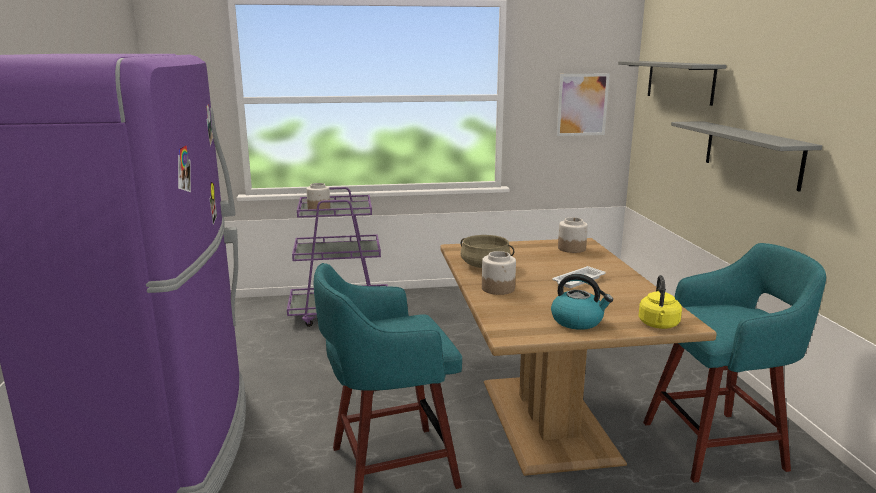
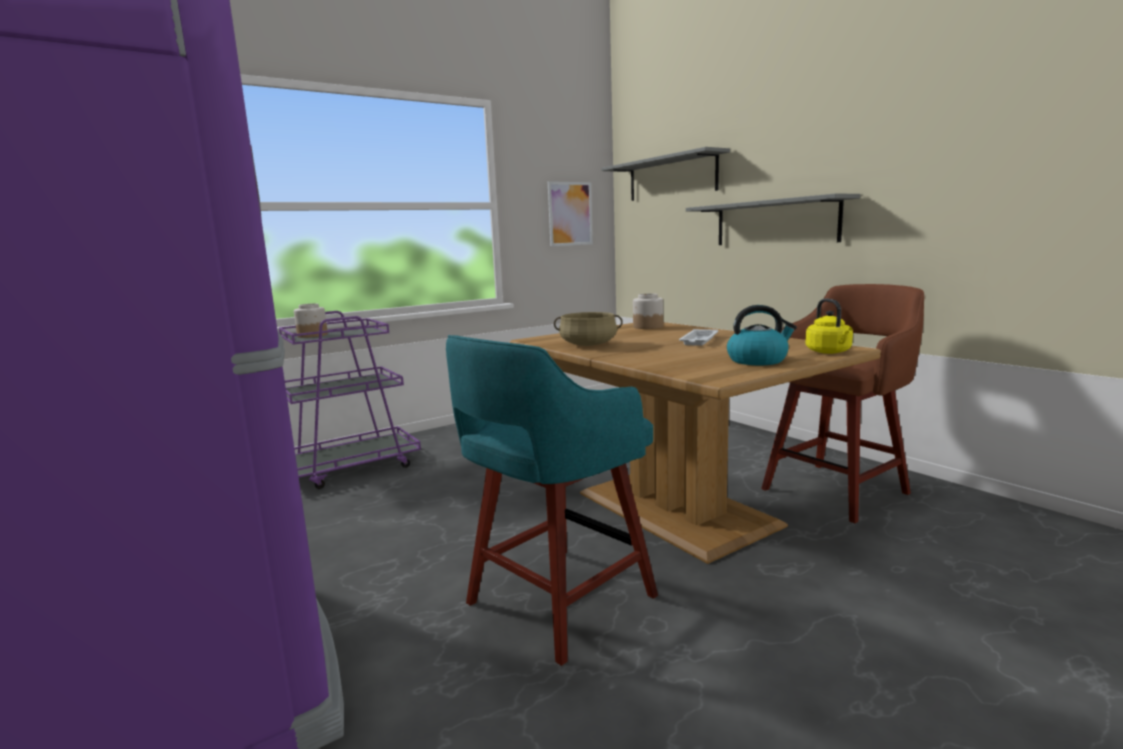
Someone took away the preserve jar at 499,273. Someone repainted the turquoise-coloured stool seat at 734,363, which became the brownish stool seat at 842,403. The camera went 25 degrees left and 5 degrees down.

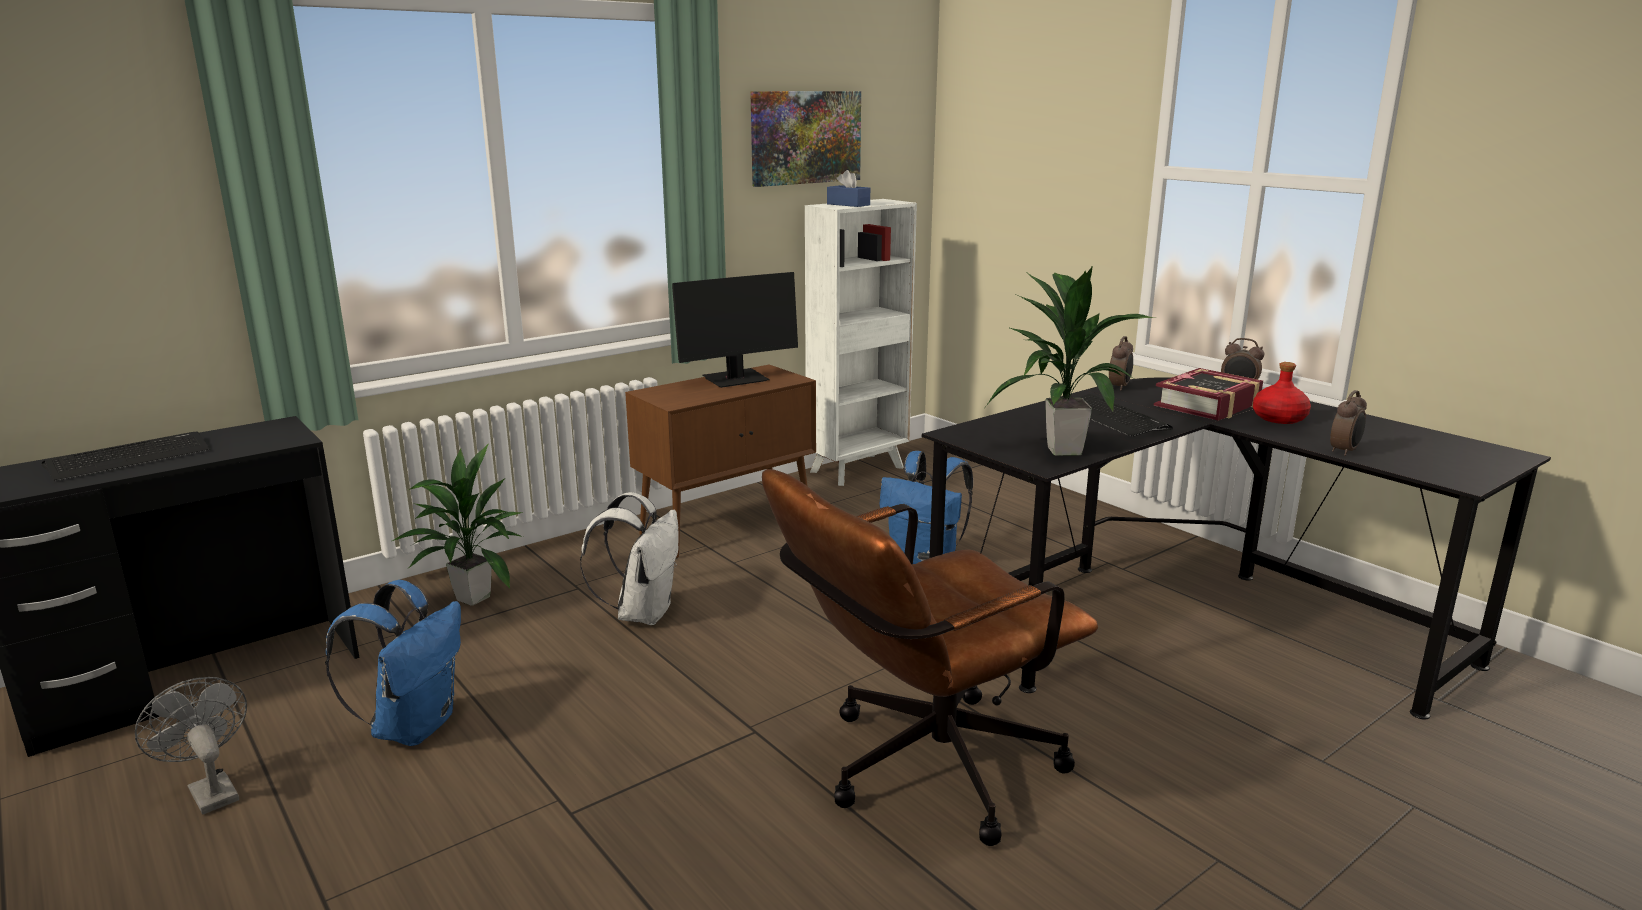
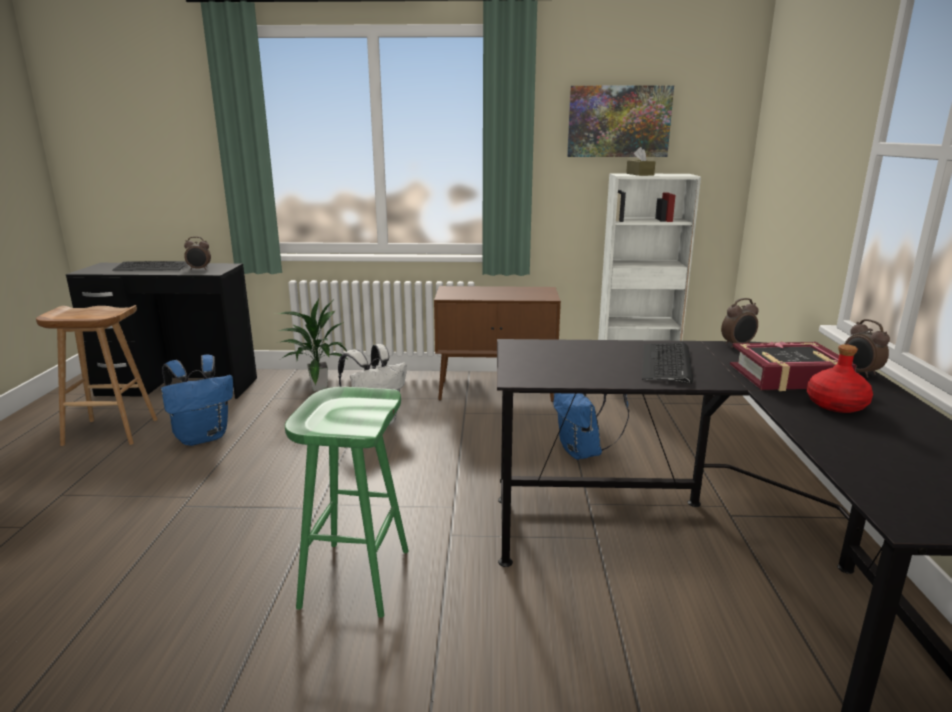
Someone swapped the grey electric fan at 191,746 for the brownish stool seat at 97,375. Someone took away the computer display at 735,330. Someone swapped the brownish computer chair at 930,657 for the greenish stool seat at 347,502. Someone repainted the bluish tissue box at 848,188, which became the brownish tissue box at 640,161. Someone took away the potted plant at 1070,360. Someone carried the bedside clock from 1348,423 to 197,253. The camera went 40 degrees right and 0 degrees up.

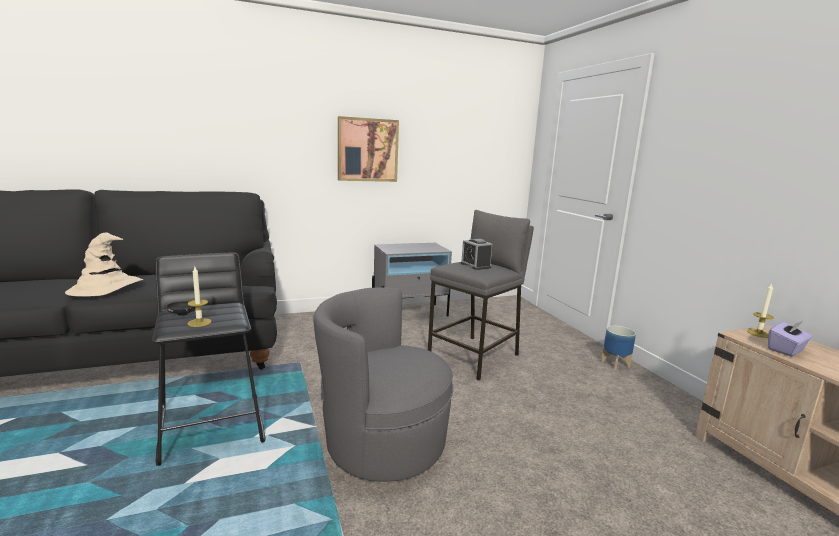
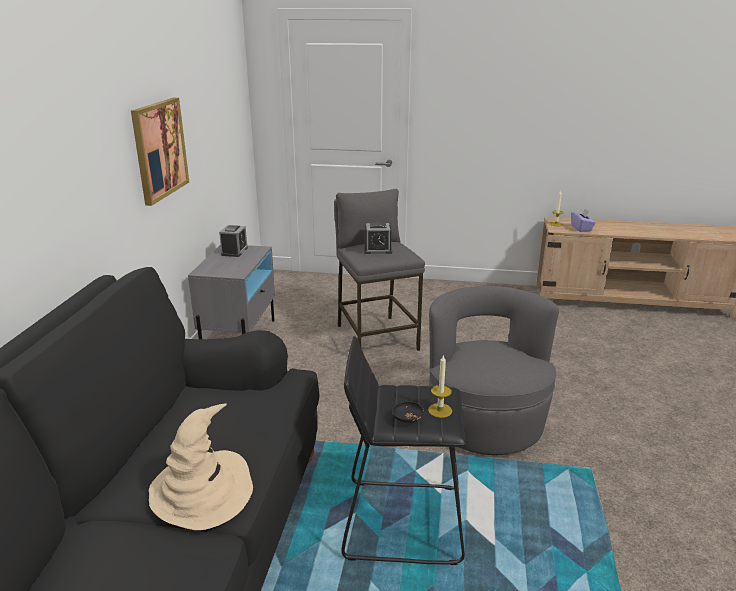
Someone rotated the grey lounge chair at 383,384 by 135 degrees clockwise. Someone took away the planter at 618,347. Someone put down the bedside clock at 233,241. The camera went 60 degrees left and 10 degrees up.

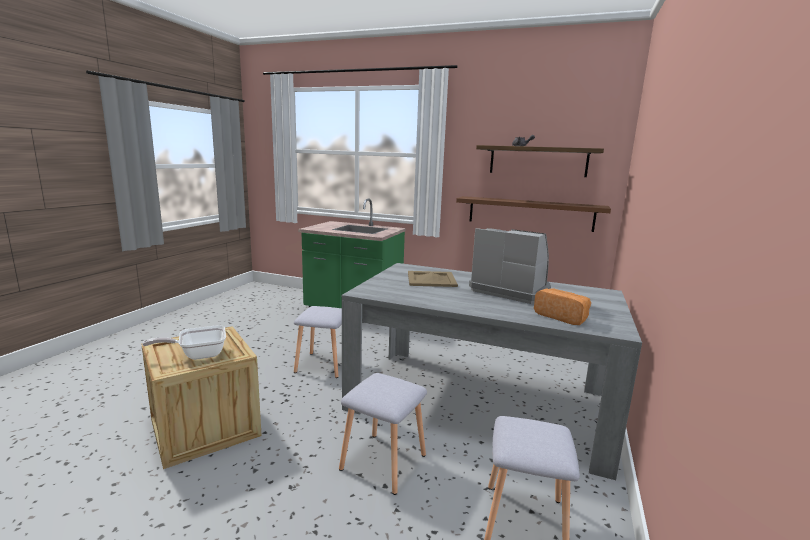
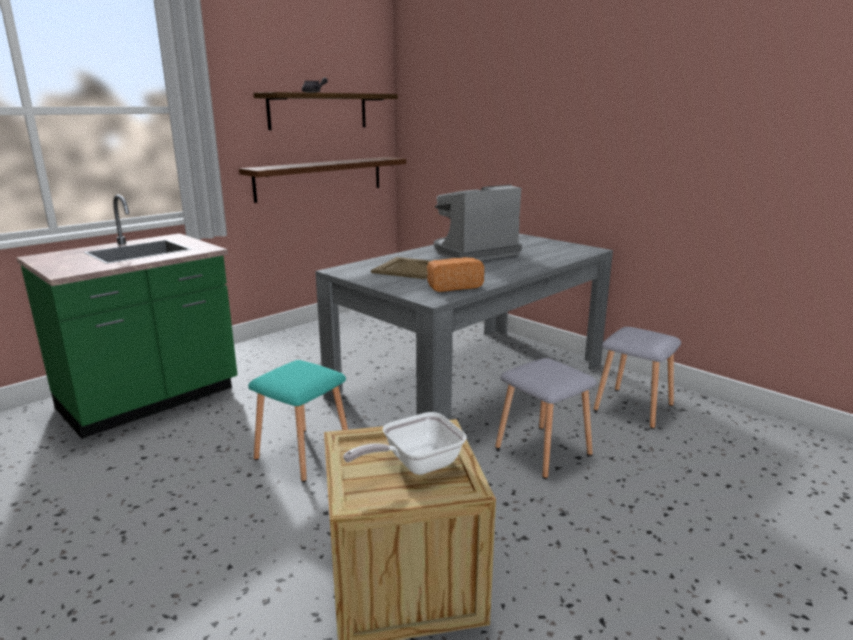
Someone rotated the skillet at 184,342 by 60 degrees clockwise. Someone repainted the grey stool seat at 318,342, which became the turquoise-coloured stool seat at 298,421. Someone carried the bakery bread from 562,306 to 455,274. The camera went 65 degrees left and 5 degrees up.

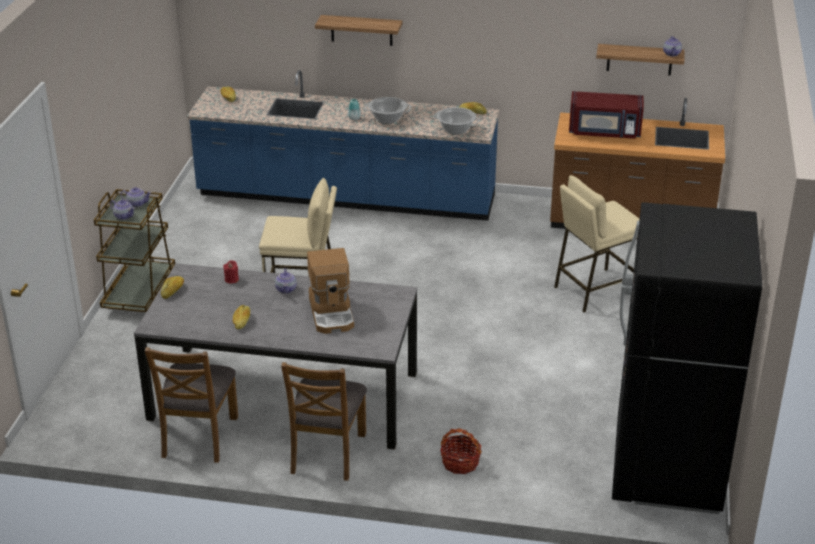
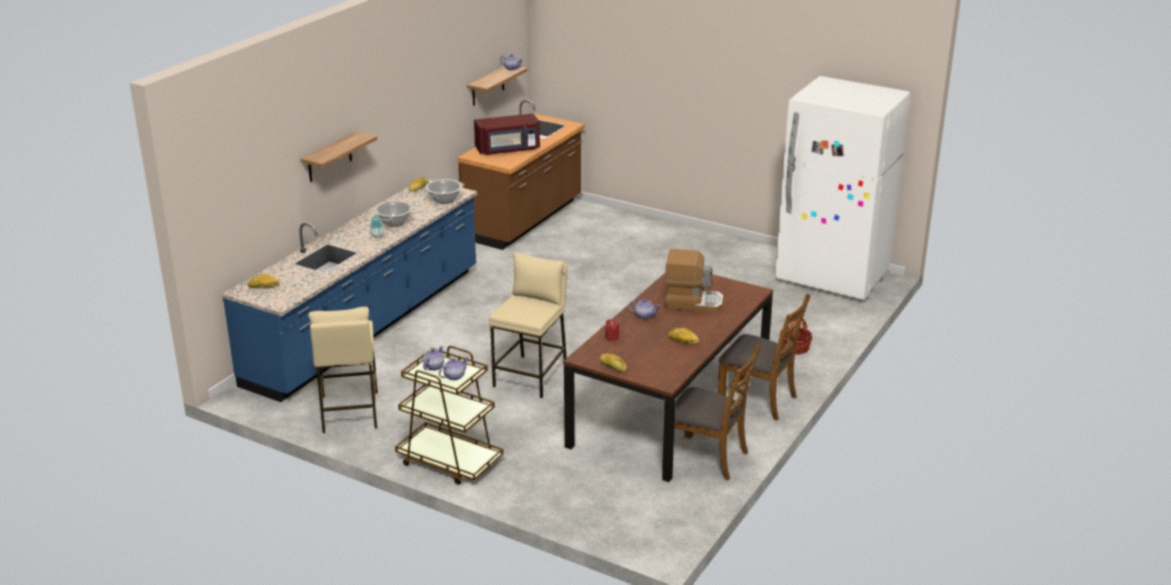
Someone repainted the grey dining table at 275,356, which became the brownish dining table at 668,377. Someone carried the sand-coloured stool seat from 596,244 to 343,370. Someone rotated the red microwave at 606,115 by 45 degrees clockwise. Someone repainted the black-coloured refrigerator at 687,358, which became the white refrigerator at 842,188. The camera went 70 degrees left and 5 degrees down.

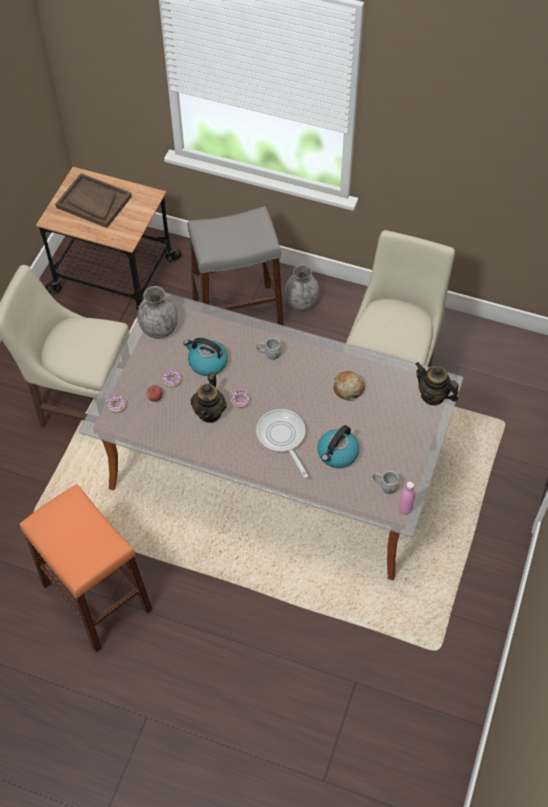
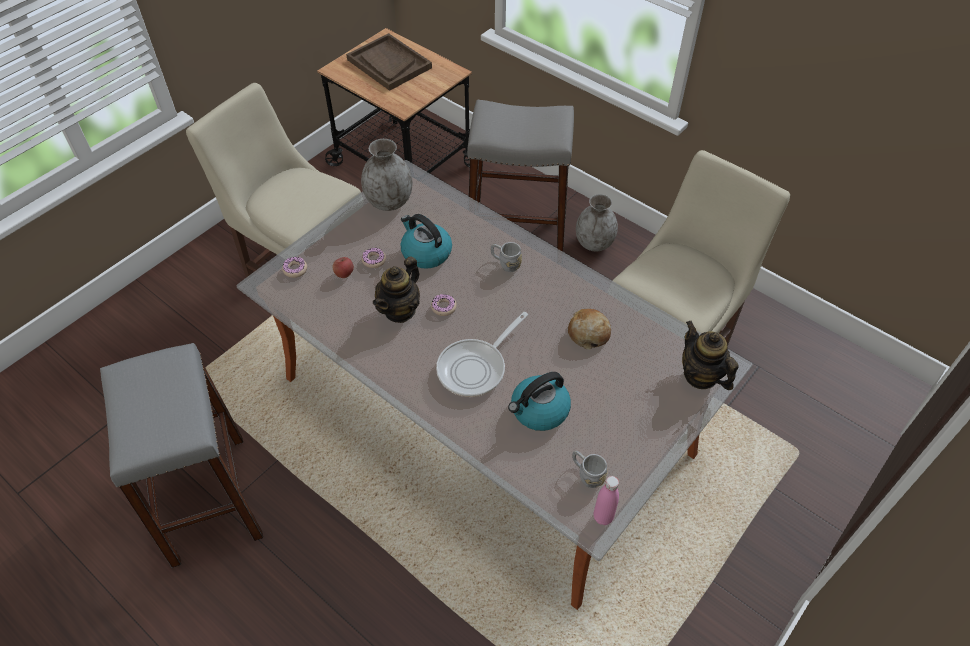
Someone repainted the orangey stool seat at 86,568, which became the grey stool seat at 181,455. Someone rotated the skillet at 282,443 by 135 degrees counterclockwise. The camera went 20 degrees right and 5 degrees down.

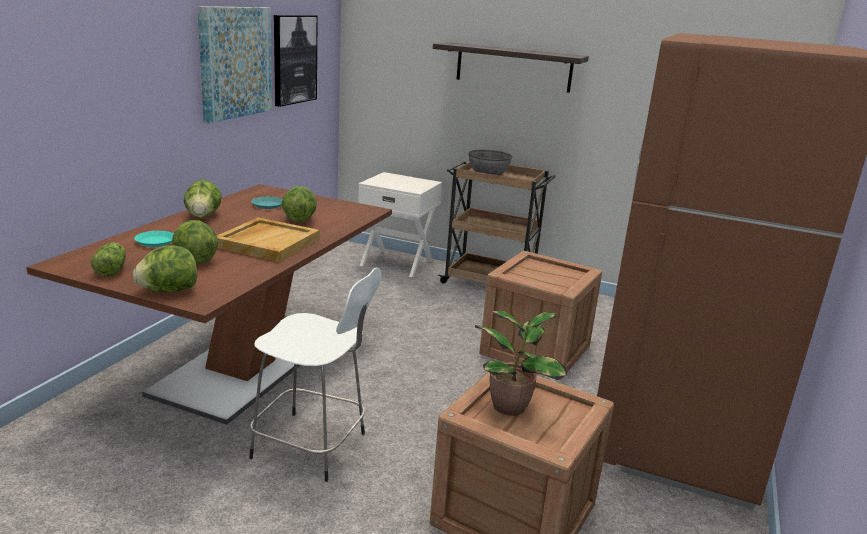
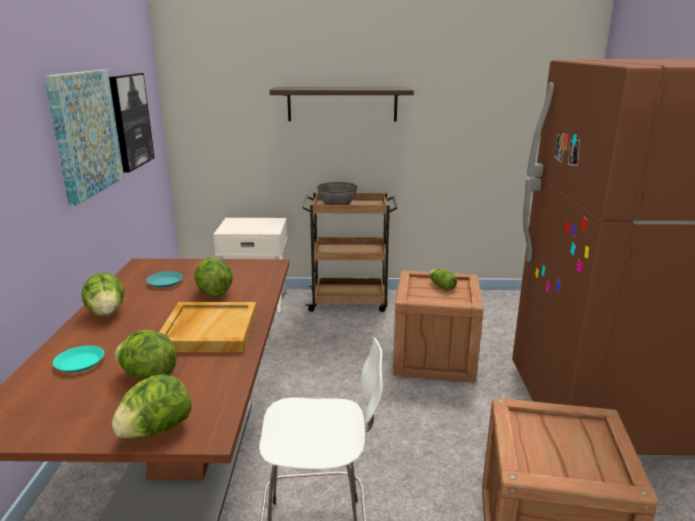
Someone carried the lettuce from 108,259 to 443,279. Someone took away the potted plant at 521,363. The camera went 20 degrees left and 0 degrees up.

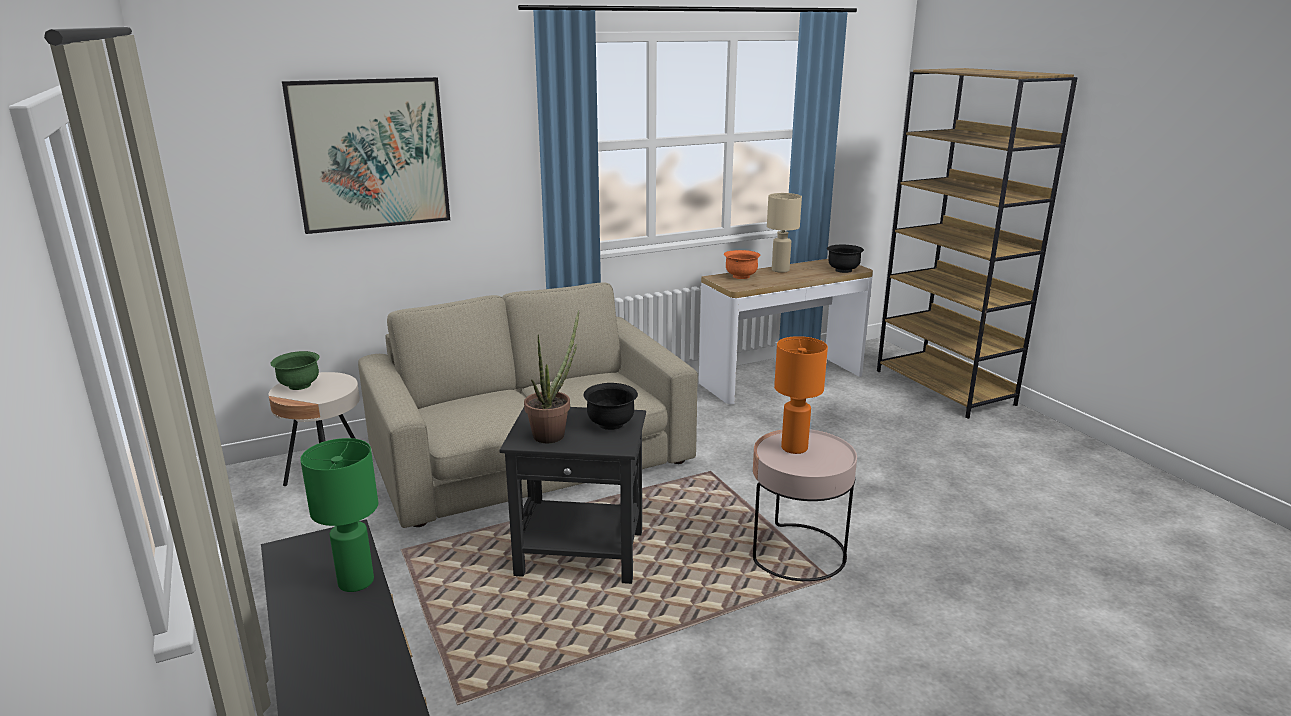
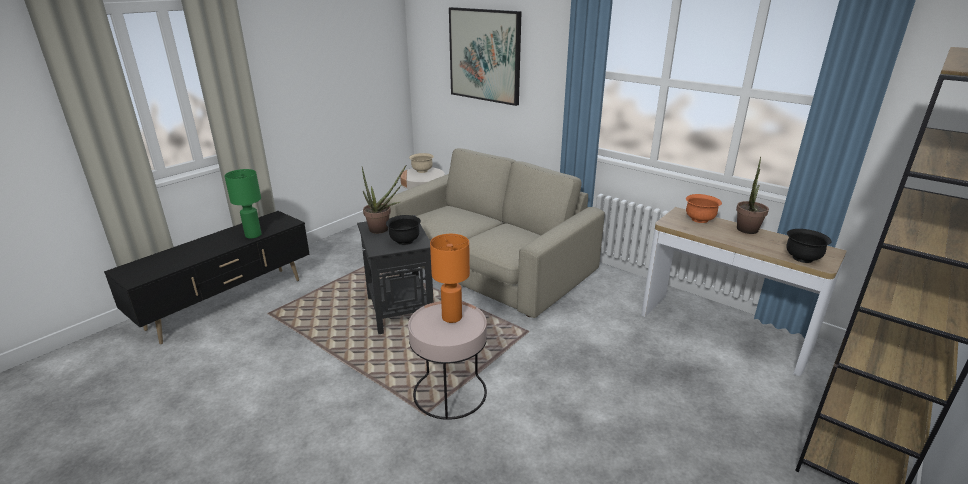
Someone repainted the greenish deep dish at 294,370, which became the sand-coloured deep dish at 421,163. Someone swapped the sand-coloured lamp for a table at 784,233 for the potted plant at 752,195. The camera went 65 degrees right and 5 degrees up.

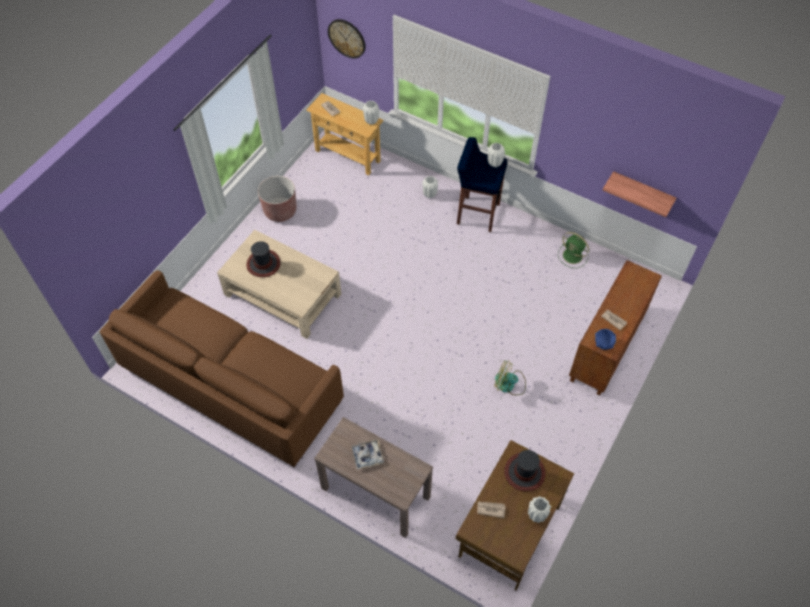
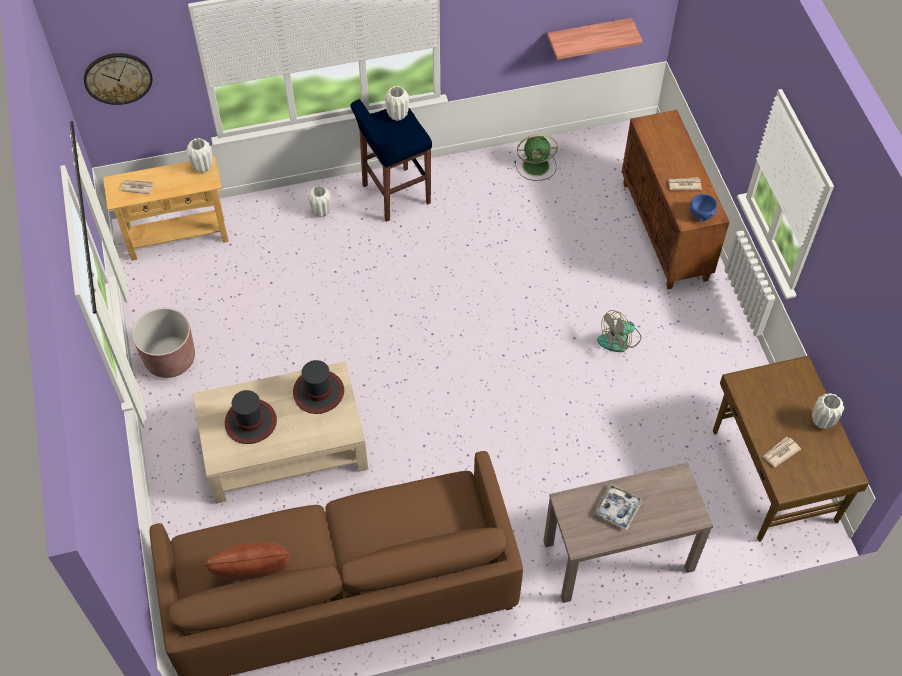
Someone carried the hat from 525,471 to 318,387. Someone put down the brownish cushion at 248,560. The camera went 45 degrees left and 0 degrees up.

